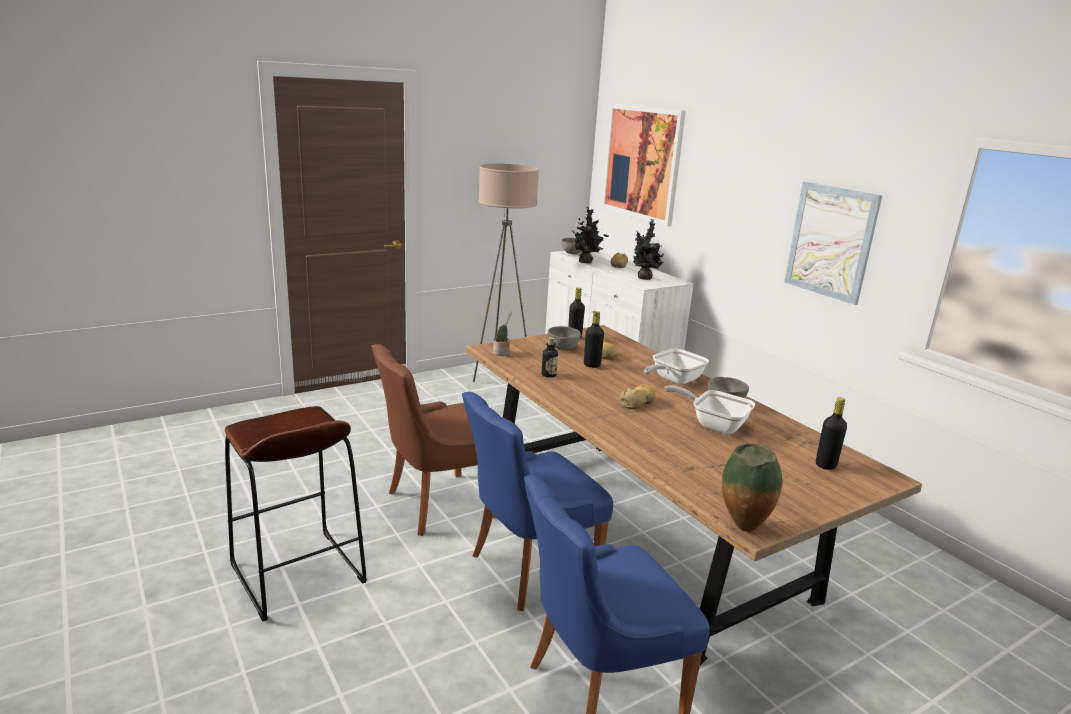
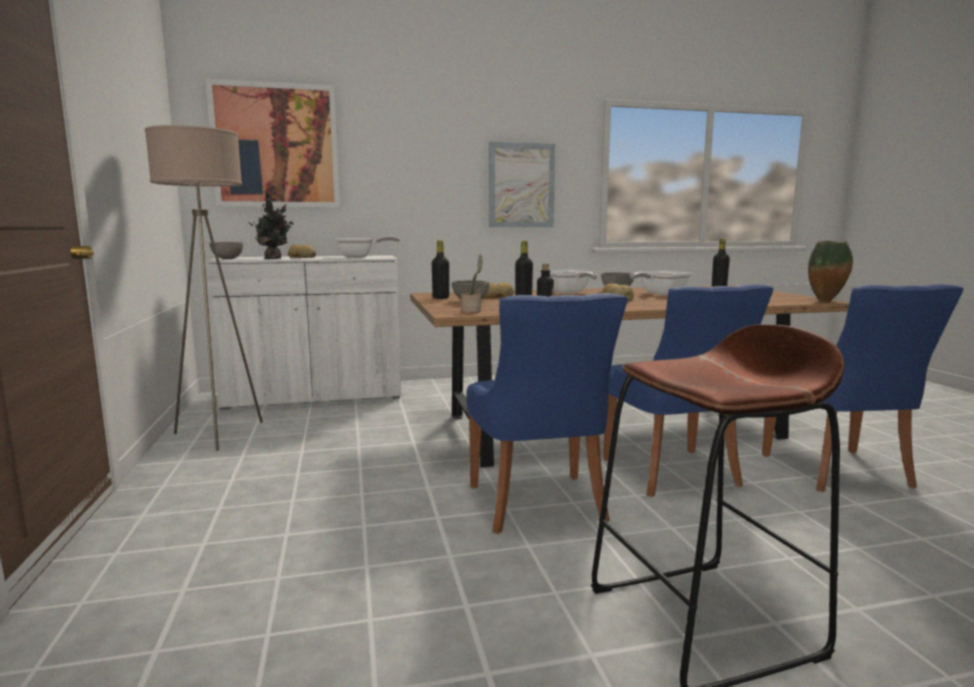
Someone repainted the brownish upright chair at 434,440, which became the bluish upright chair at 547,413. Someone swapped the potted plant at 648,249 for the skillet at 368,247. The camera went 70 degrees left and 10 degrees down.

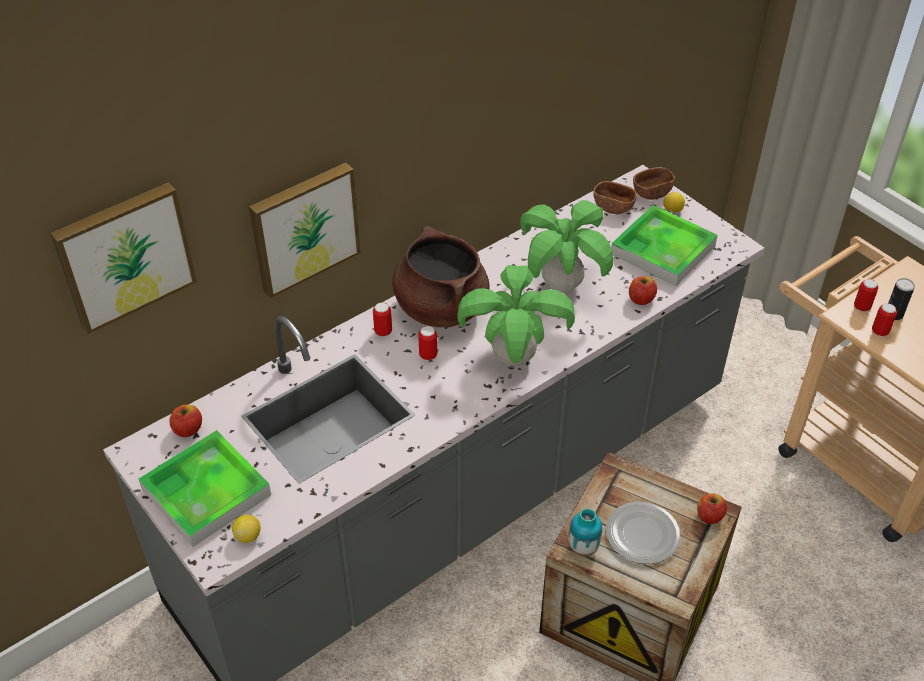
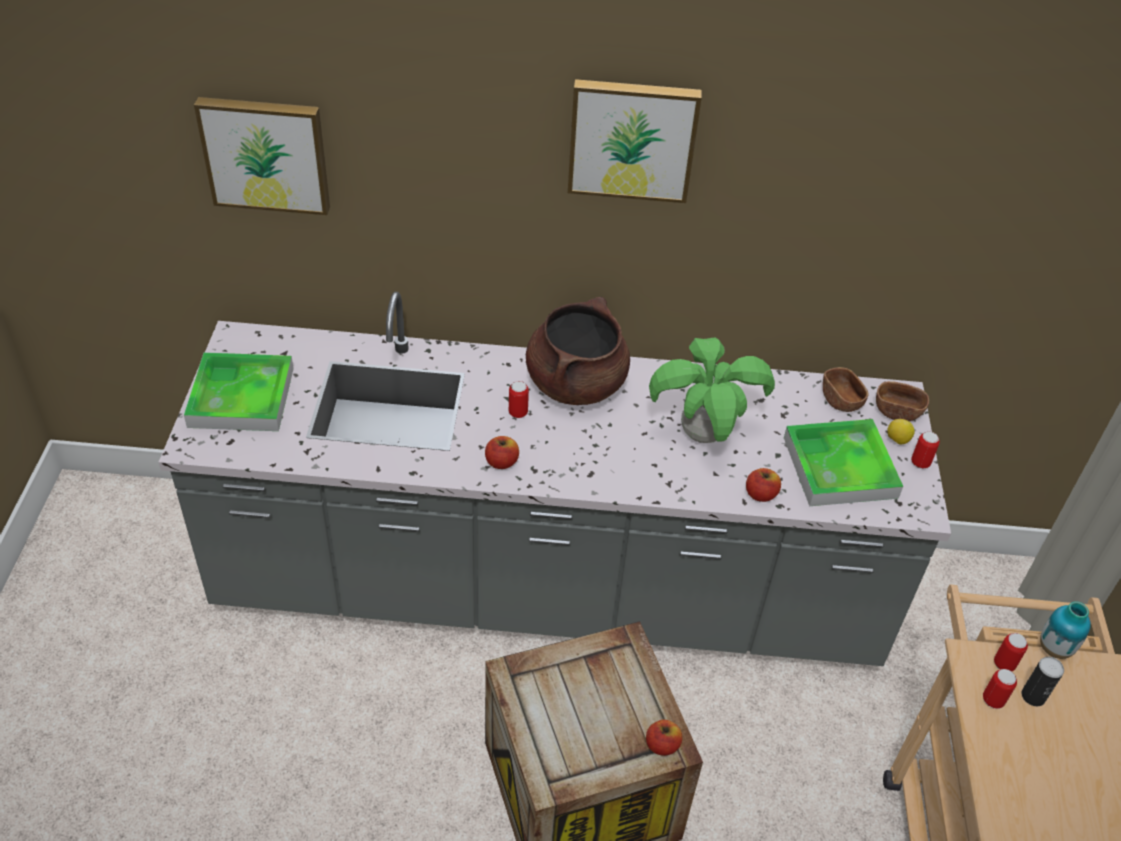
Someone carried the apple from 186,420 to 502,452. Someone took away the whole lemon at 246,529. Someone carried the picture from 305,230 to 635,141. Someone carried the sealed can from 382,319 to 925,450. Someone took away the potted plant at 516,315. Someone carried the vase from 585,532 to 1065,630. Someone took away the dinner plate at 643,533. The camera went 40 degrees right and 0 degrees up.

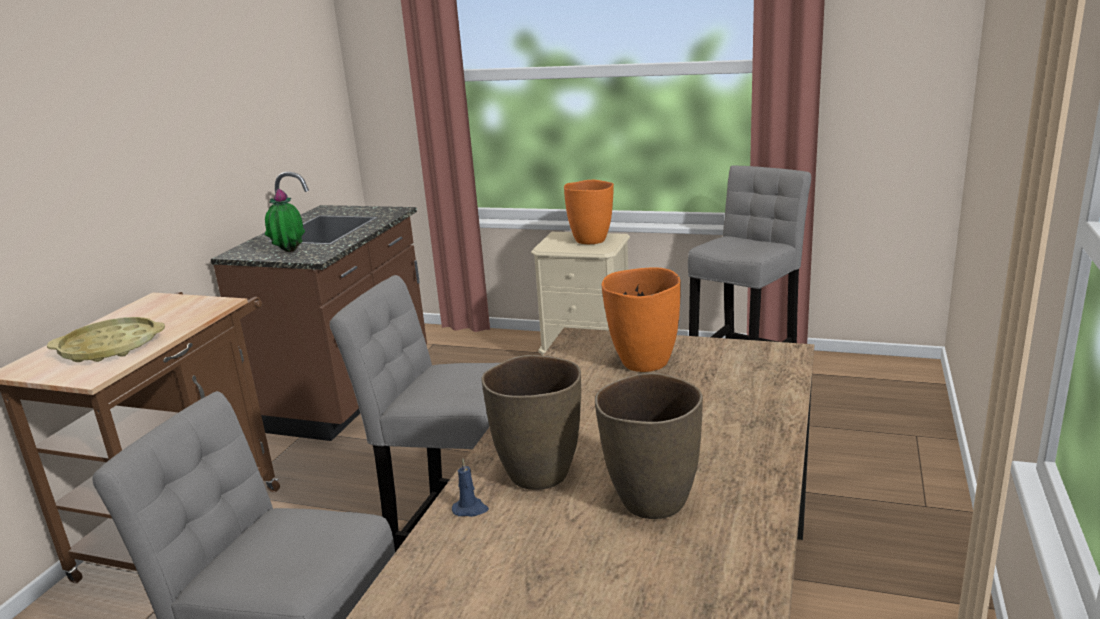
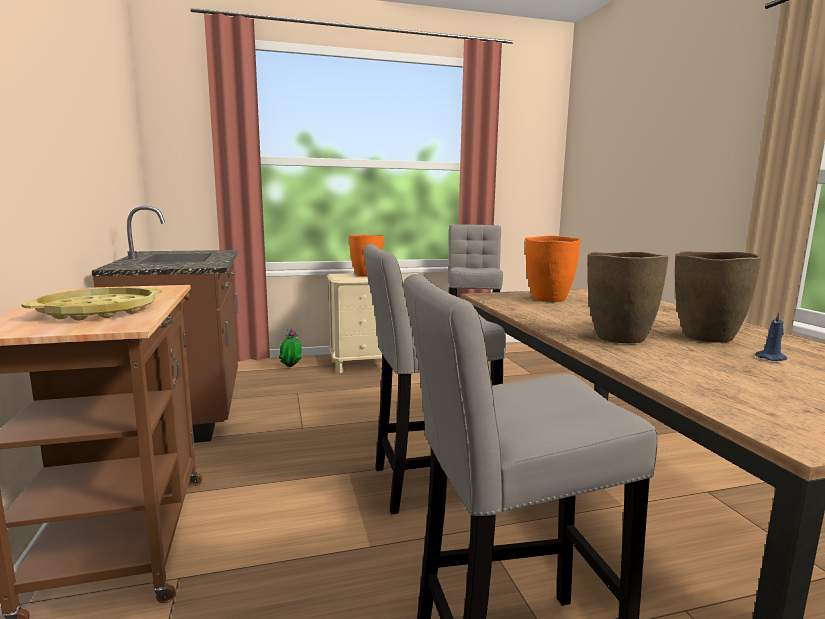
Someone carried the potted plant from 285,220 to 290,348. Someone carried the bluish wax candle from 470,488 to 771,336. The camera went 35 degrees left and 10 degrees down.

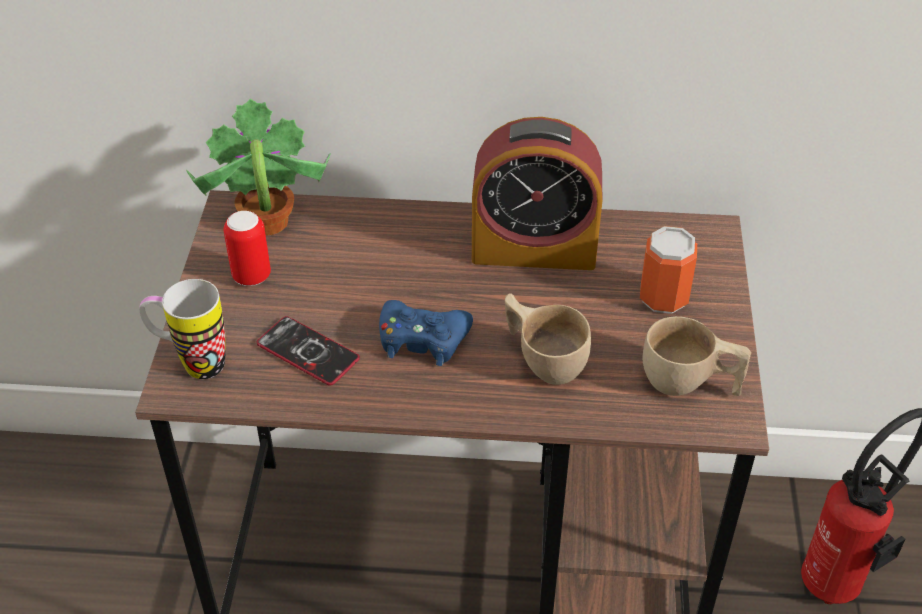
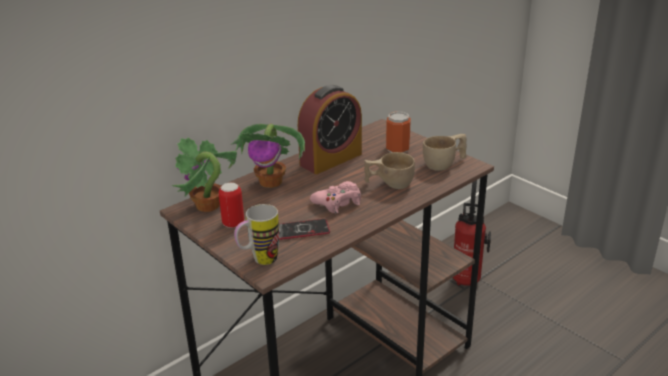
Someone repainted the bluish gamepad at 426,333, which became the pink gamepad at 335,197. Someone put down the potted plant at 268,156. The camera went 45 degrees left and 15 degrees down.

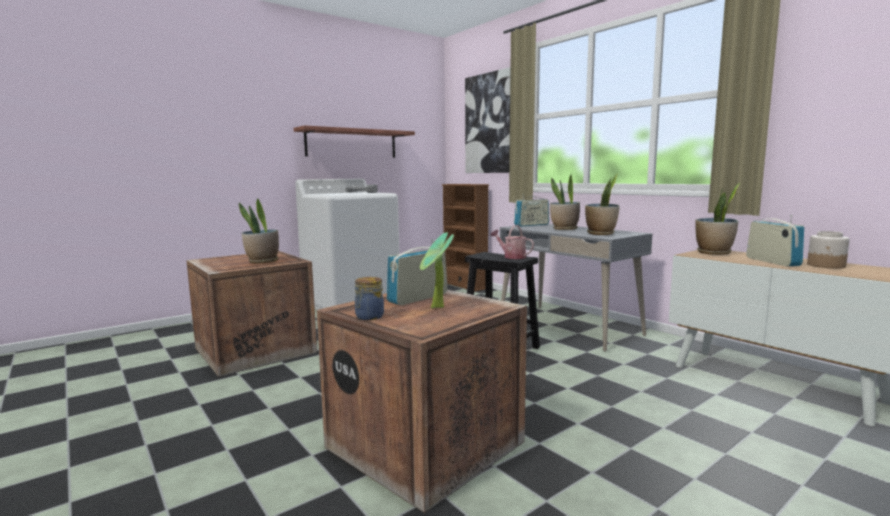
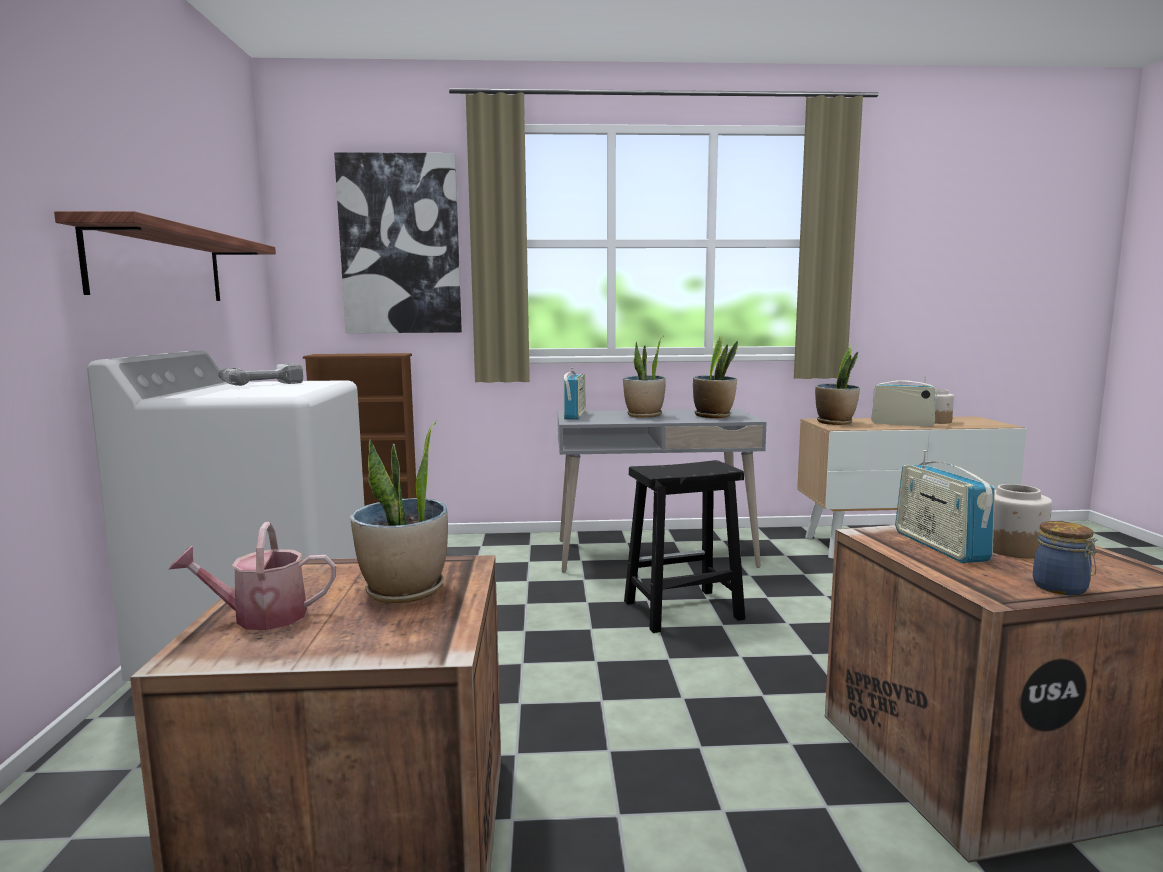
Someone swapped the potted plant at 437,270 for the preserve jar at 1022,521. Someone carried the watering pot from 512,242 to 252,576. The camera went 55 degrees left and 0 degrees up.

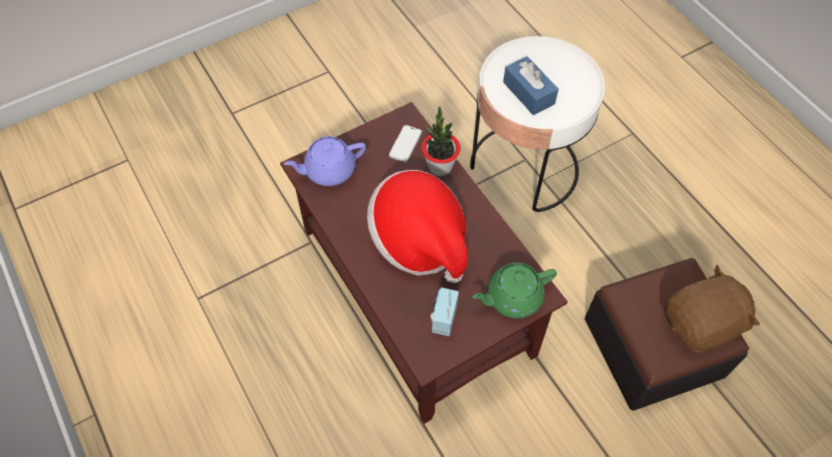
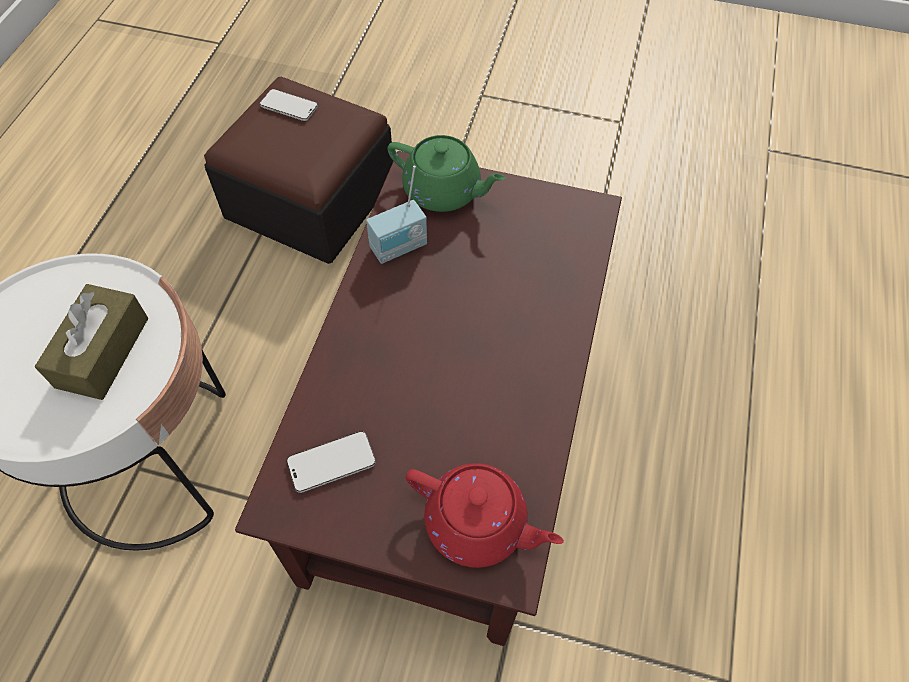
Someone repainted the purplish teapot at 325,161, which became the red teapot at 485,515. Someone took away the hat at 417,226. Someone took away the potted plant at 441,141. Someone carried the radio from 444,312 to 396,215. Someone repainted the bluish tissue box at 531,85, which became the brownish tissue box at 91,342. Someone swapped the brownish soft toy at 712,309 for the phone at 289,105. The camera went 135 degrees left and 0 degrees up.

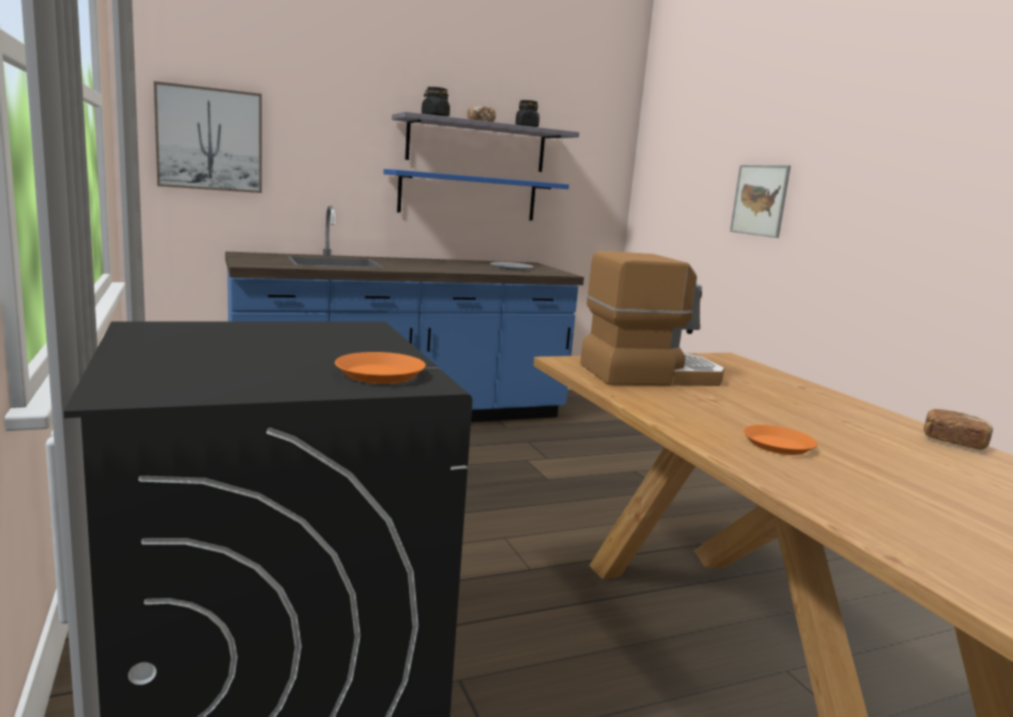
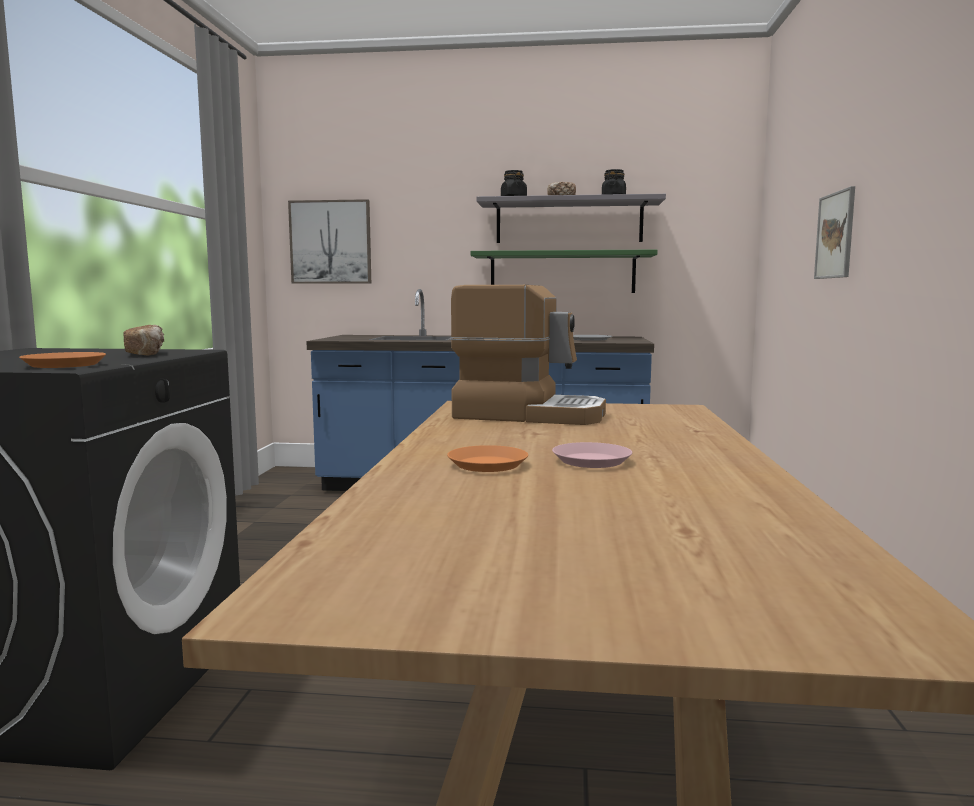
Someone repainted the bluish wall shelf at 476,195, which became the greenish wall shelf at 563,271. Someone carried the bakery bread from 958,429 to 143,340. Someone put down the pink dinner plate at 592,455. The camera went 30 degrees right and 5 degrees down.

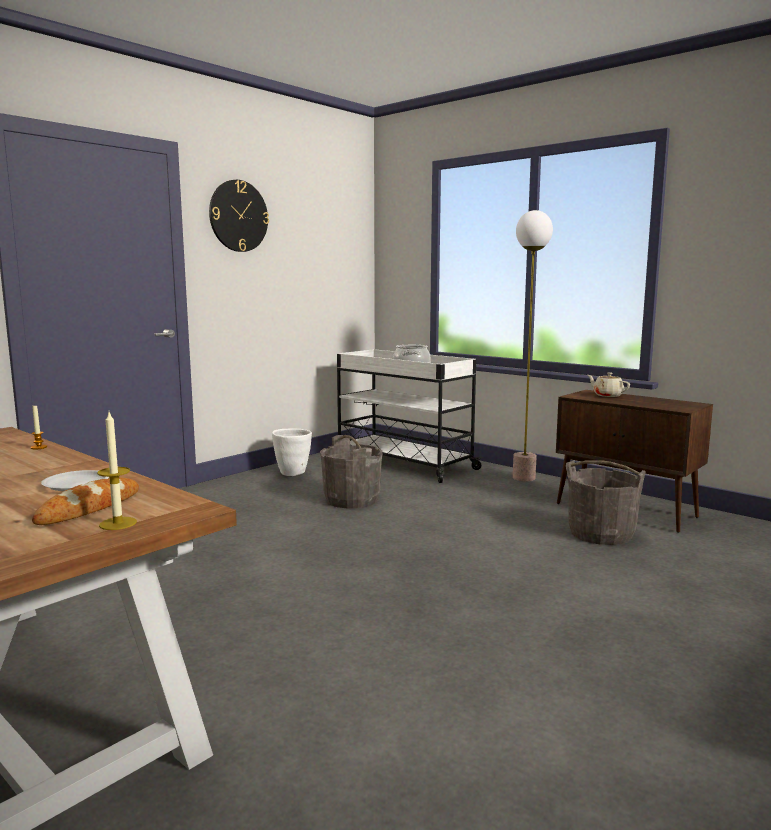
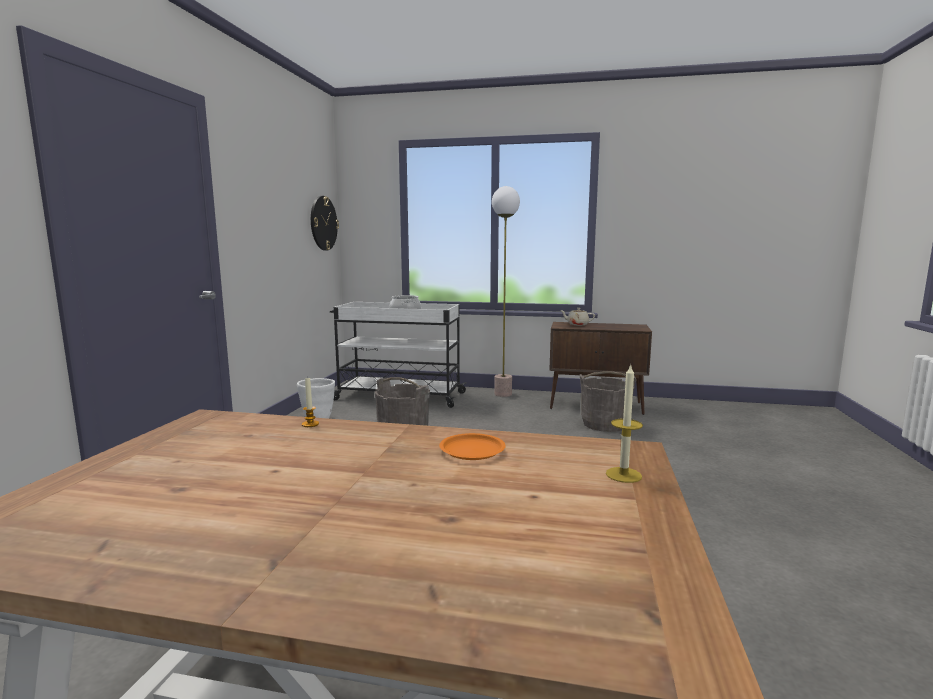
Someone took away the bakery bread at 85,501. Someone repainted the white dinner plate at 75,480, which became the orangey dinner plate at 472,446. Someone carried the clock on the wall from 239,216 to 325,223. The camera went 30 degrees left and 0 degrees up.

